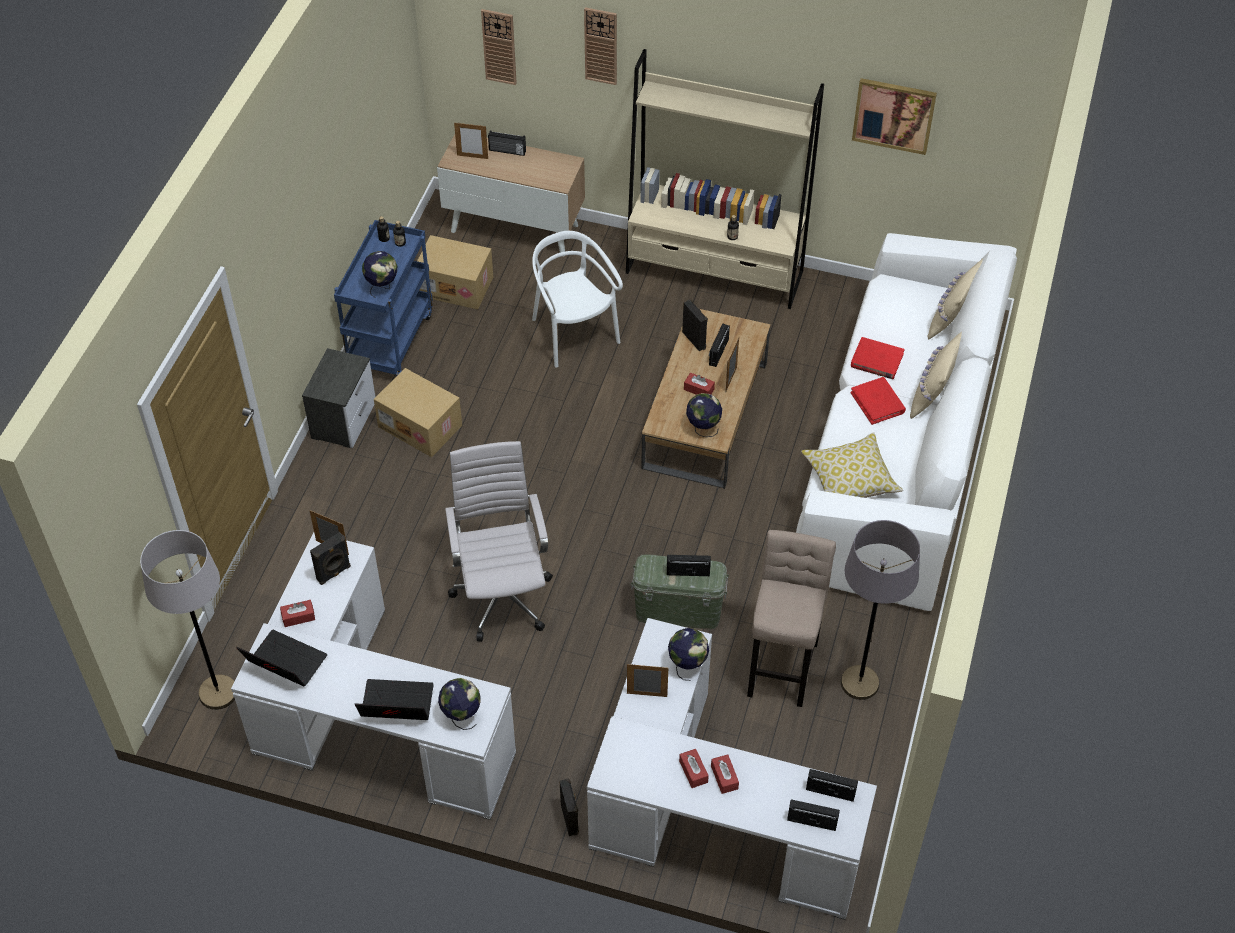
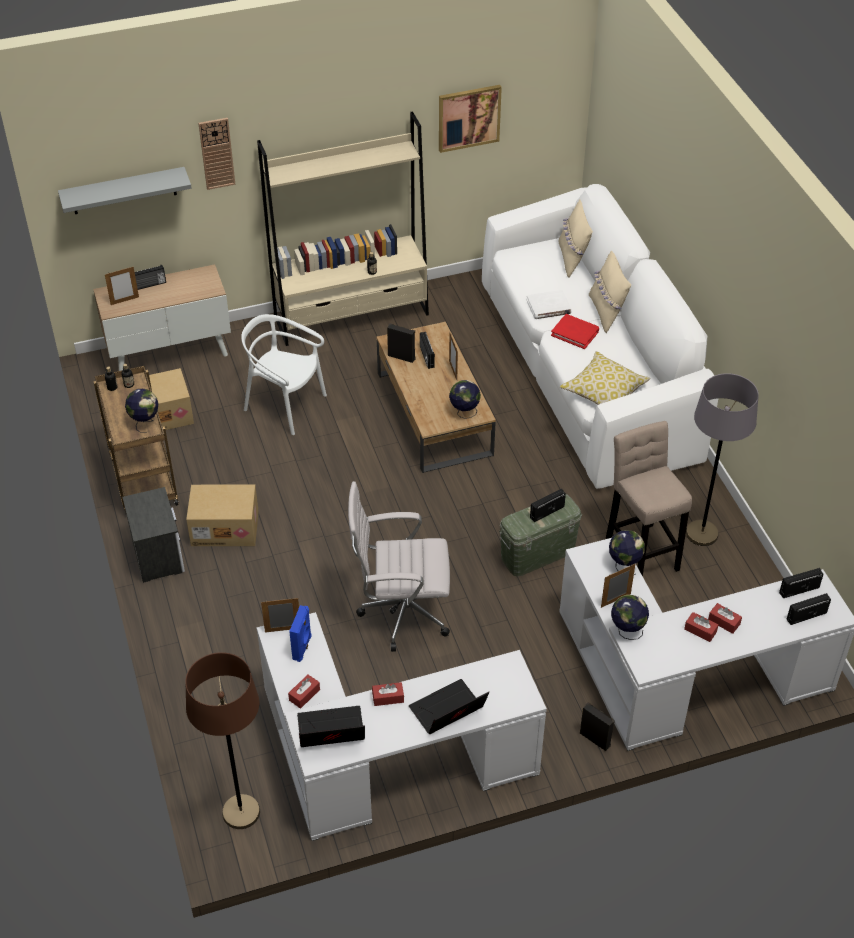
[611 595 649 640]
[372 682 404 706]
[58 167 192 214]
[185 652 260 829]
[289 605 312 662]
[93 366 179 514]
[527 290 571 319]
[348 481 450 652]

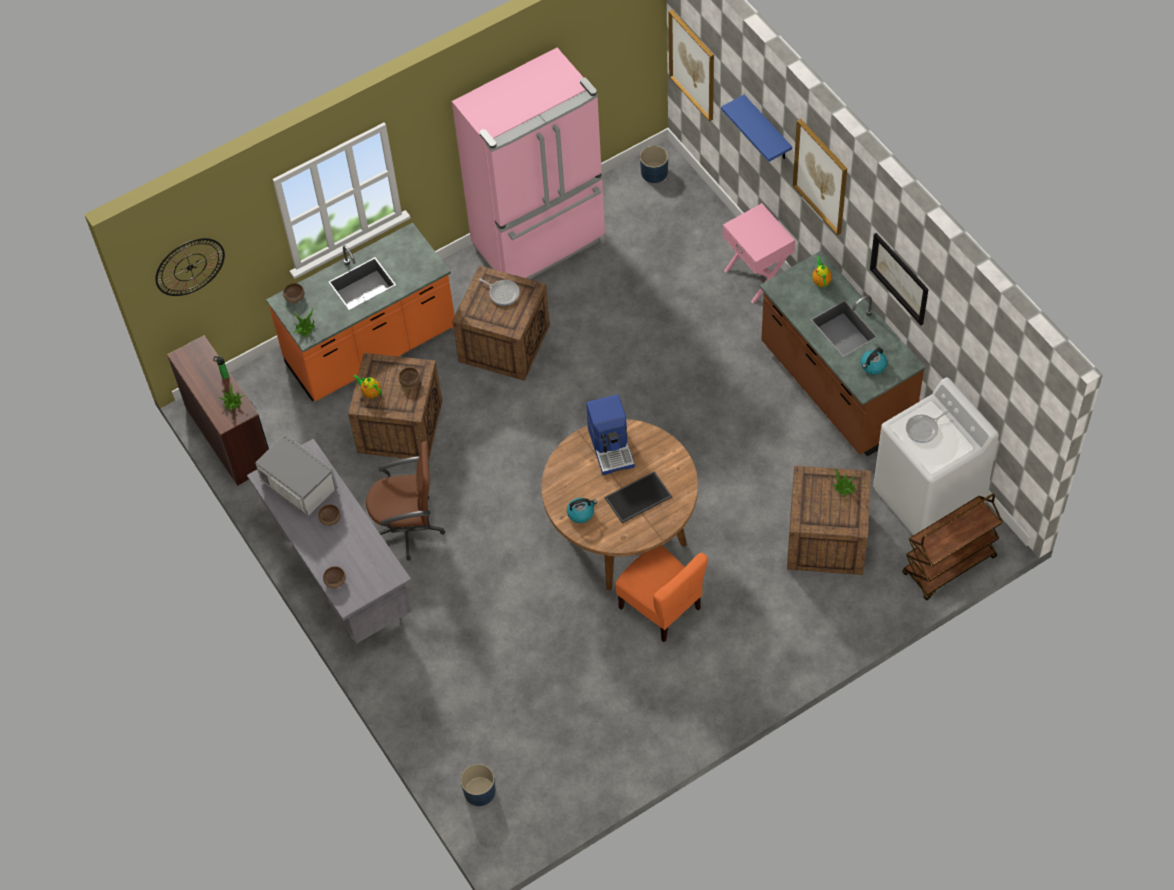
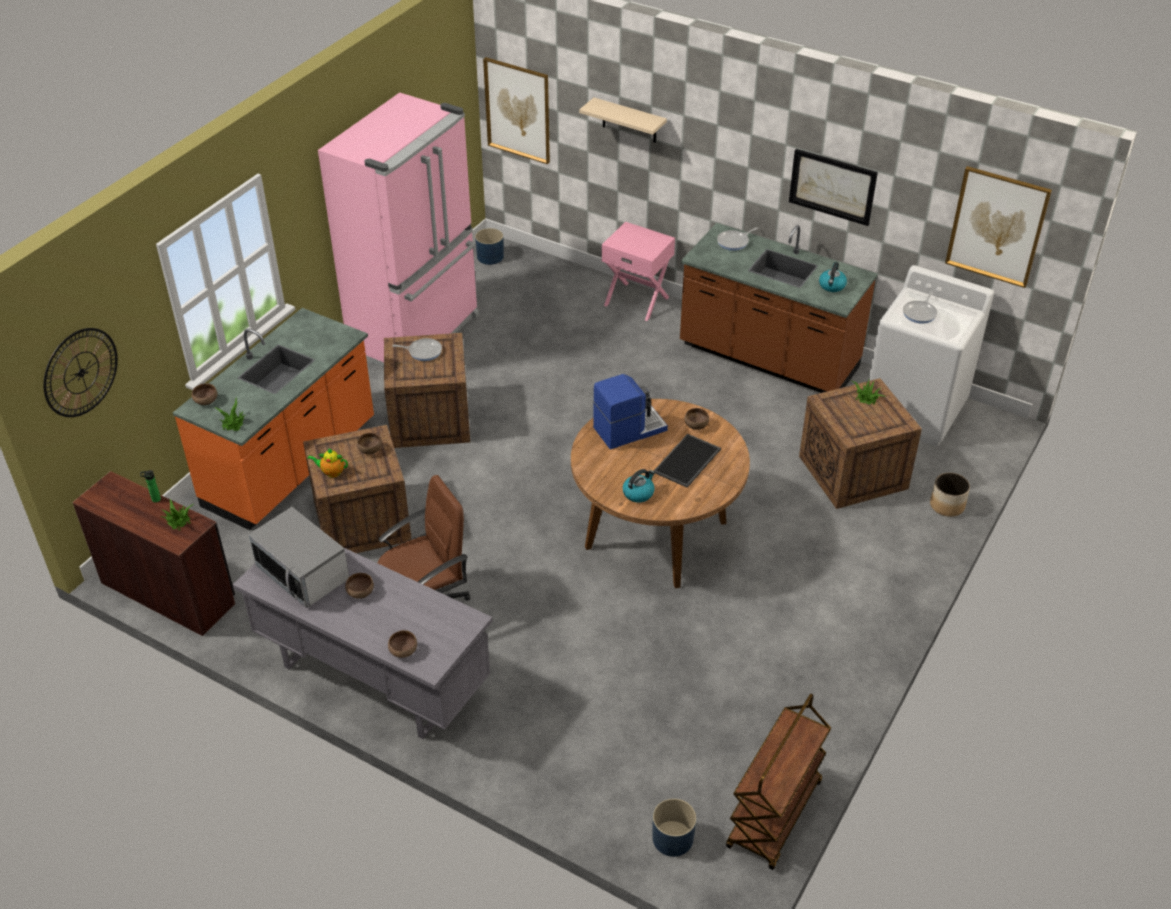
[616 545 708 642] (first image)
[684 408 709 430]
[930 472 970 517]
[945 166 1052 288]
[726 694 831 870]
[717 227 758 251]
[579 98 667 143]
[249 507 349 608]
[593 374 668 450]

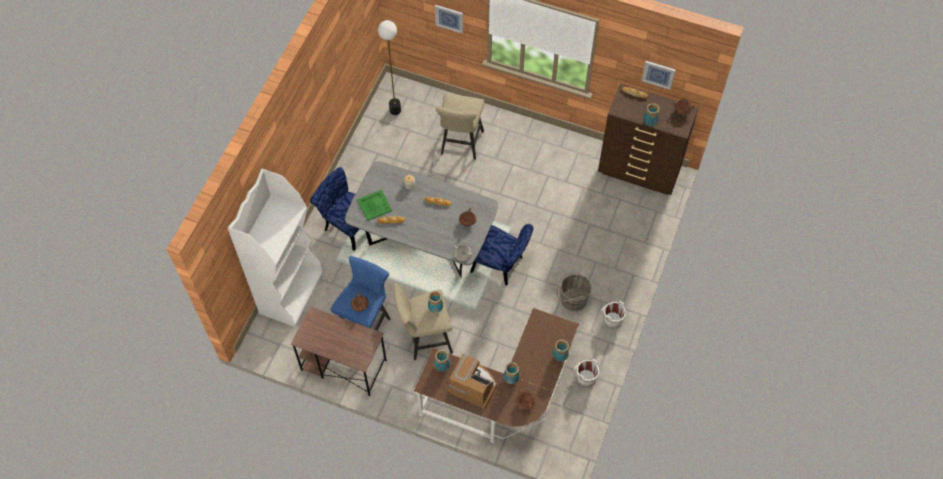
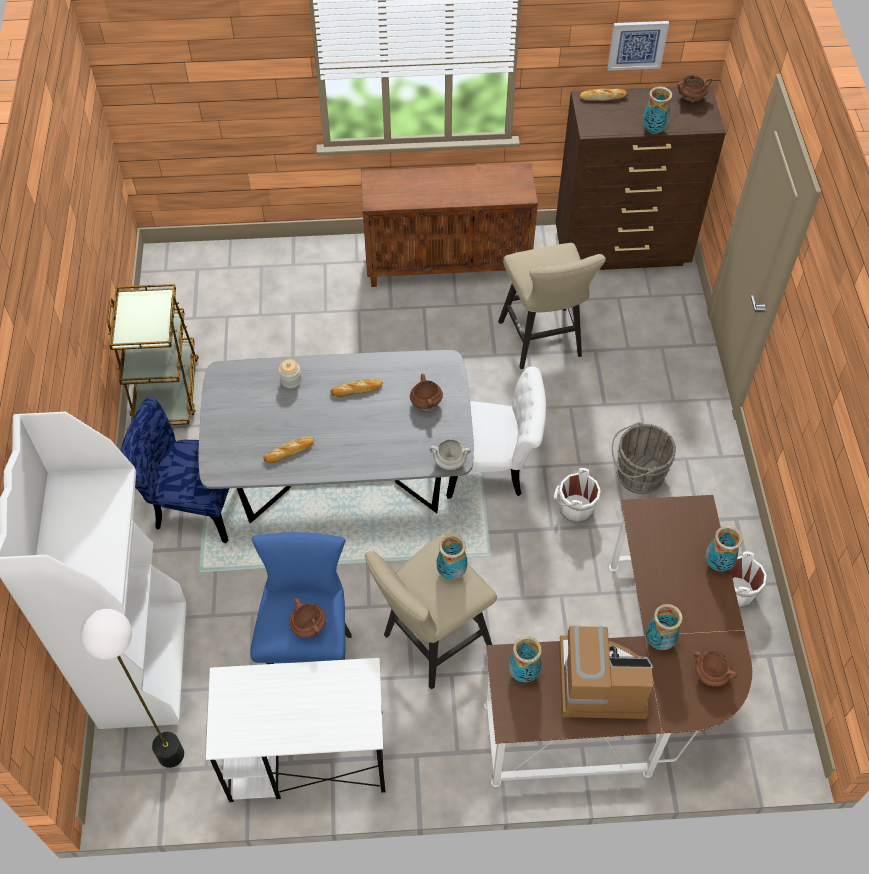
[357 190 392 221] (first image)
[435 5 463 34] (first image)
[107 284 199 425]
[361 163 538 287]
[80 609 184 768]
[498 243 606 369]
[554 468 601 524]
[206 658 386 802]
[446 366 546 499]

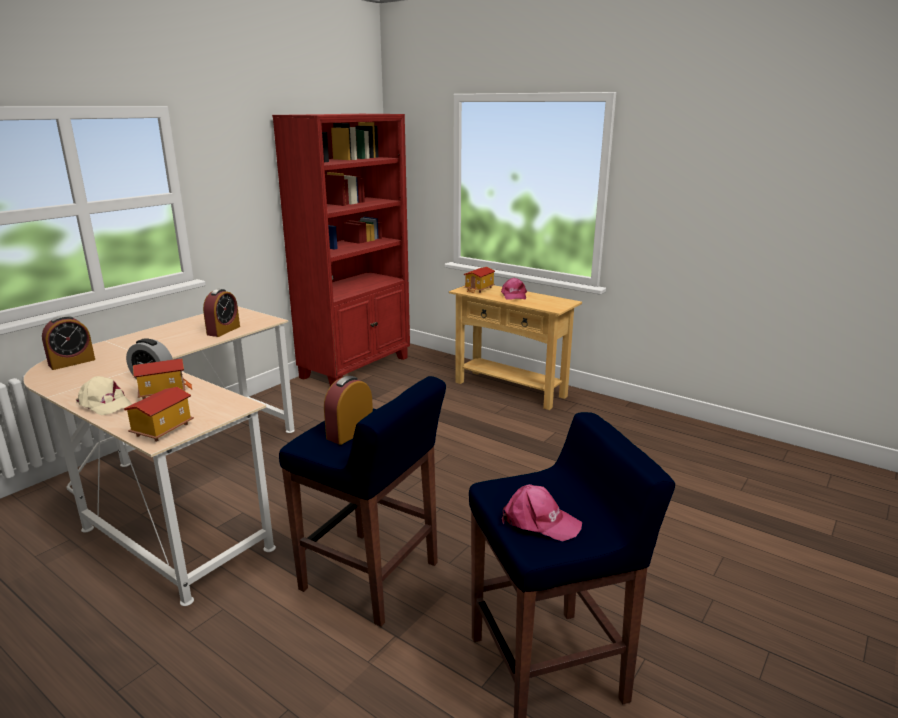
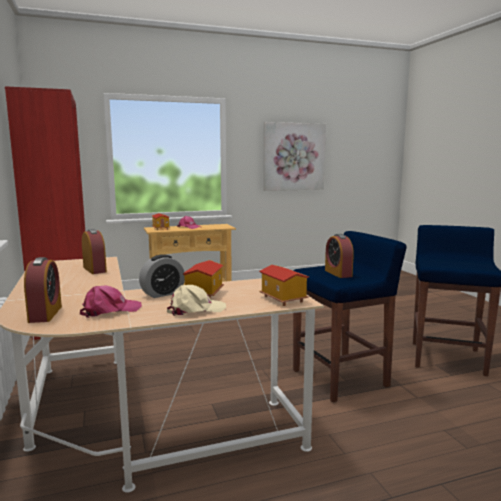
[263 122 326 191]
[80 285 142 318]

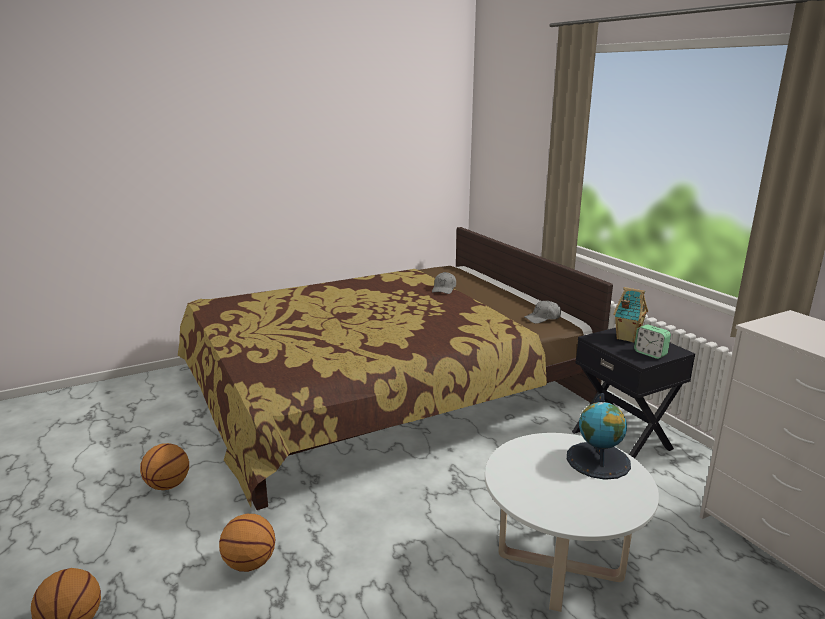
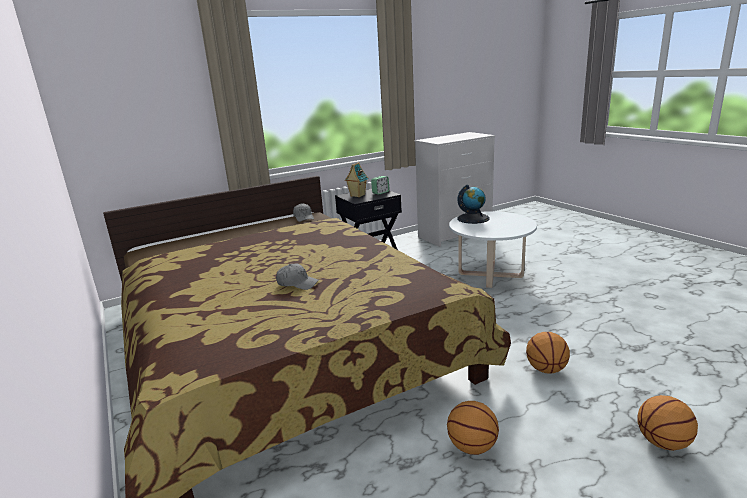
[276 264 319 290]

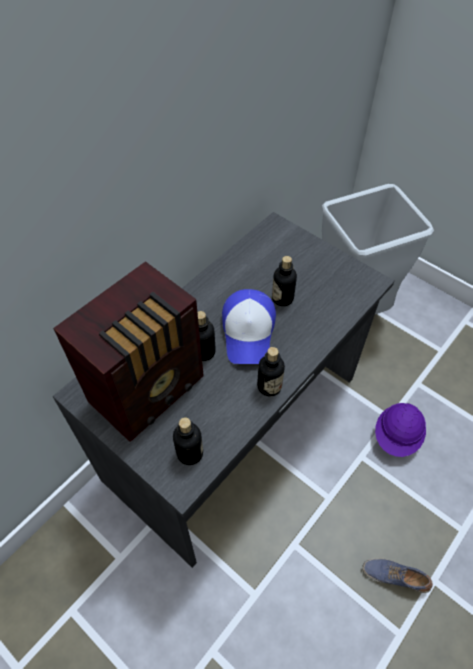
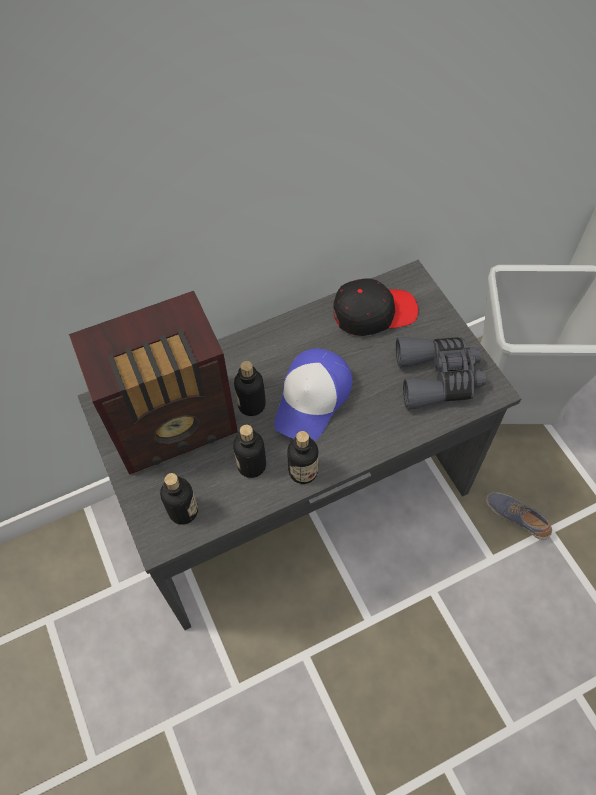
[375 403 426 457] (first image)
[333 278 418 336]
[396 337 486 410]
[233 425 266 478]
[485 492 552 540]

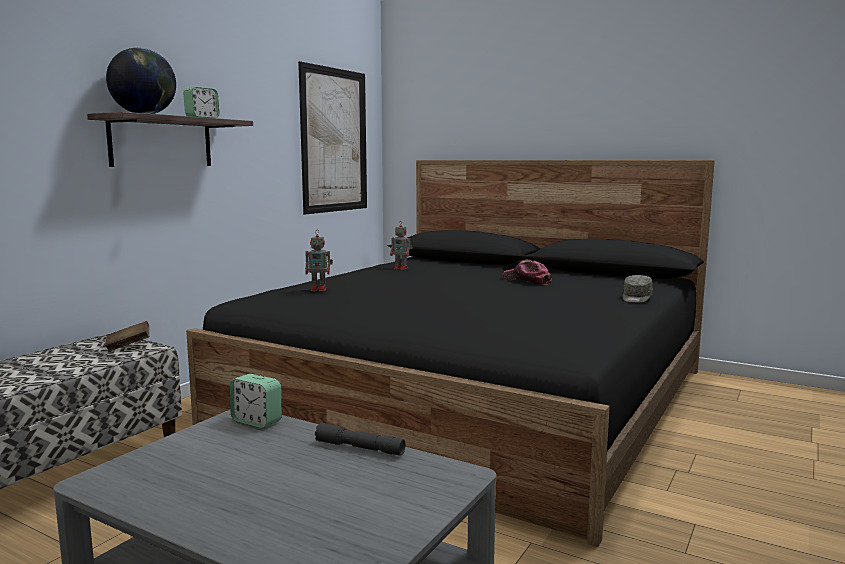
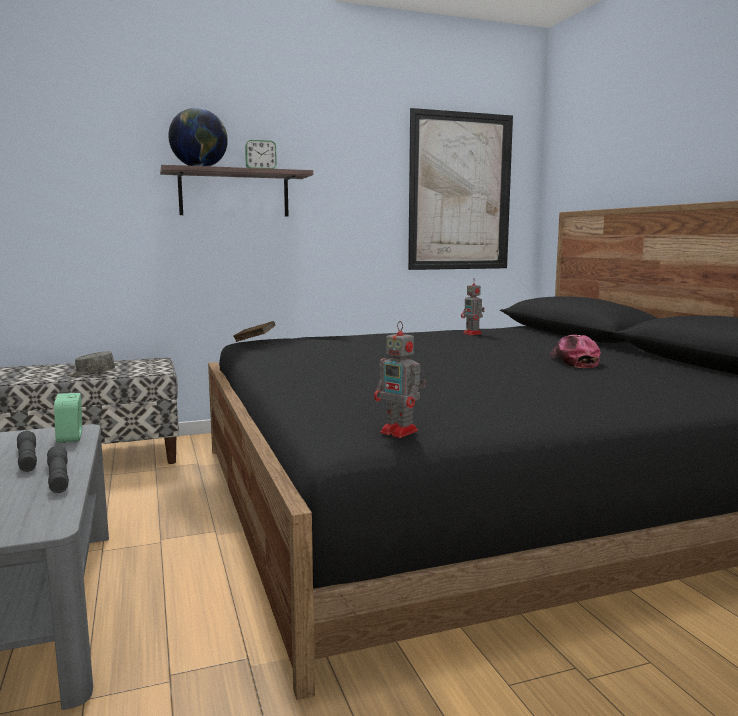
[17 431 37 472]
[233 321 275 342]
[374 321 426 438]
[67 351 115 376]

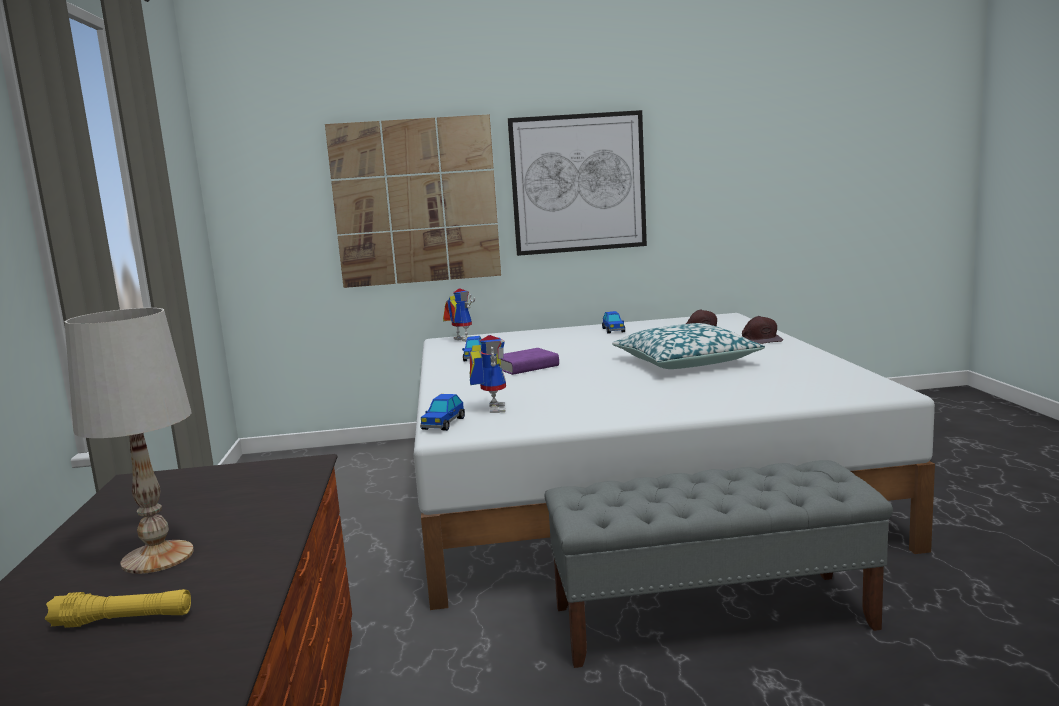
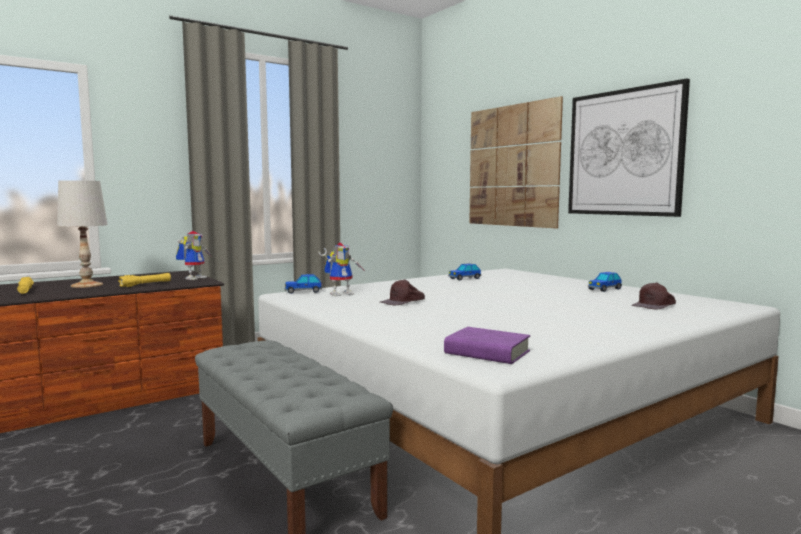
[612 323 765 369] (first image)
[118 273 171 287]
[176 231 212 280]
[444 327 530 364]
[380 279 425 305]

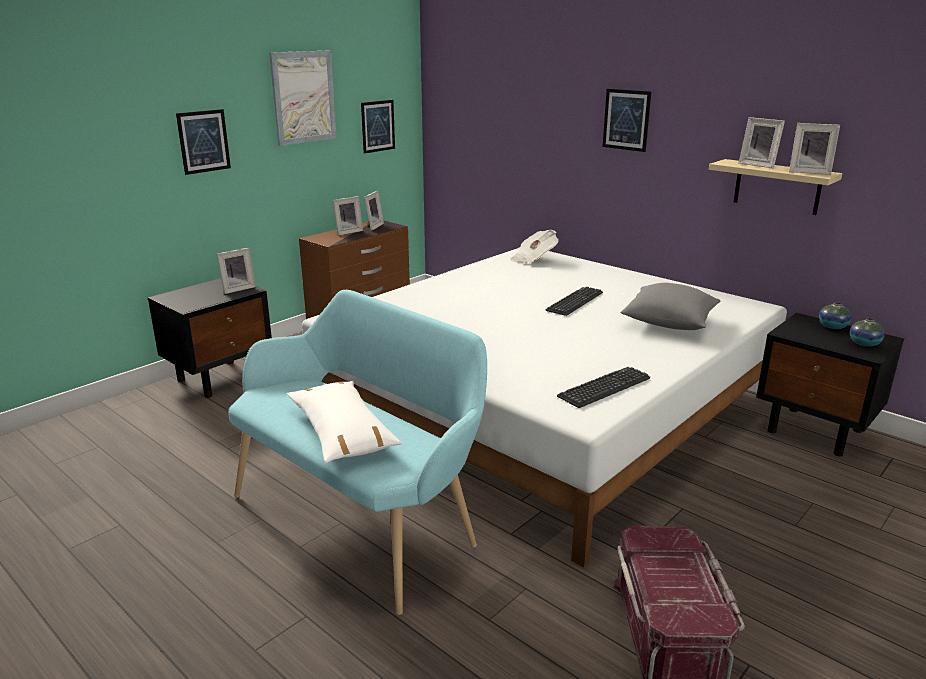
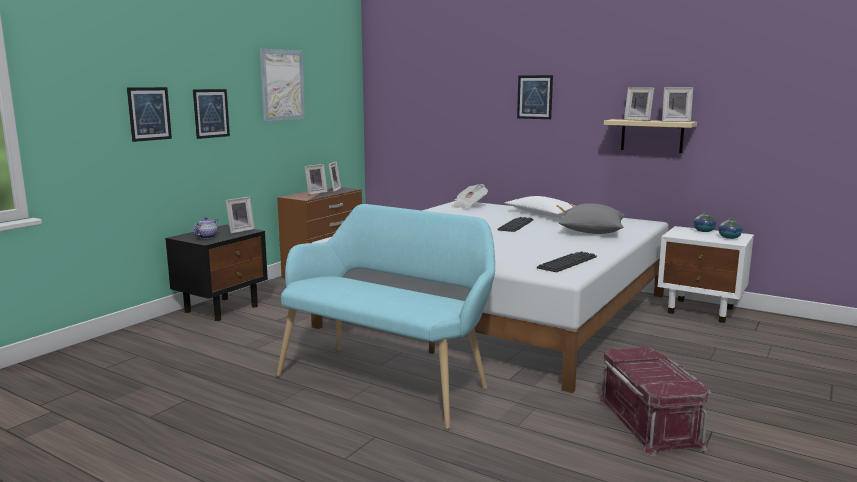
[193 217 219 239]
[505 196 575 217]
[127 87 172 142]
[658 226 754 323]

